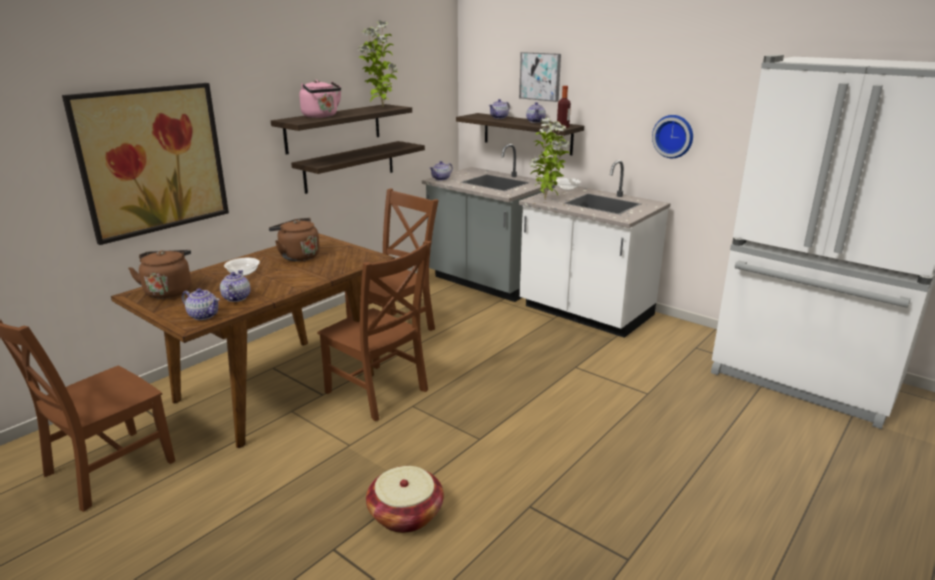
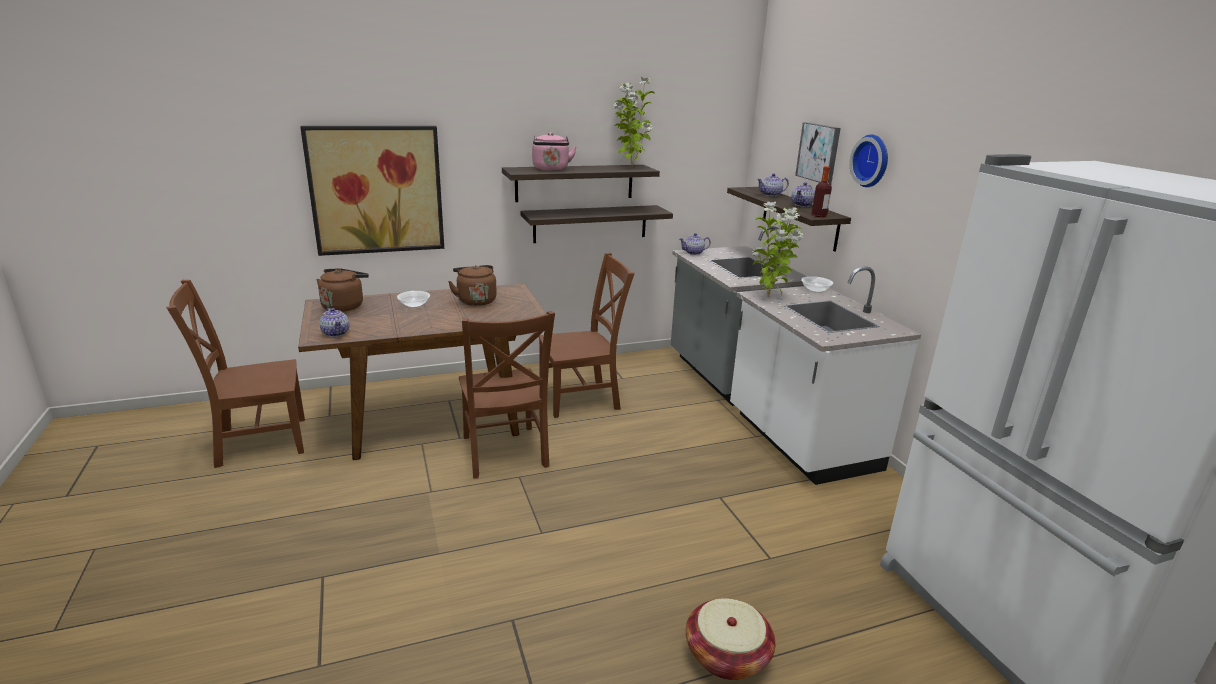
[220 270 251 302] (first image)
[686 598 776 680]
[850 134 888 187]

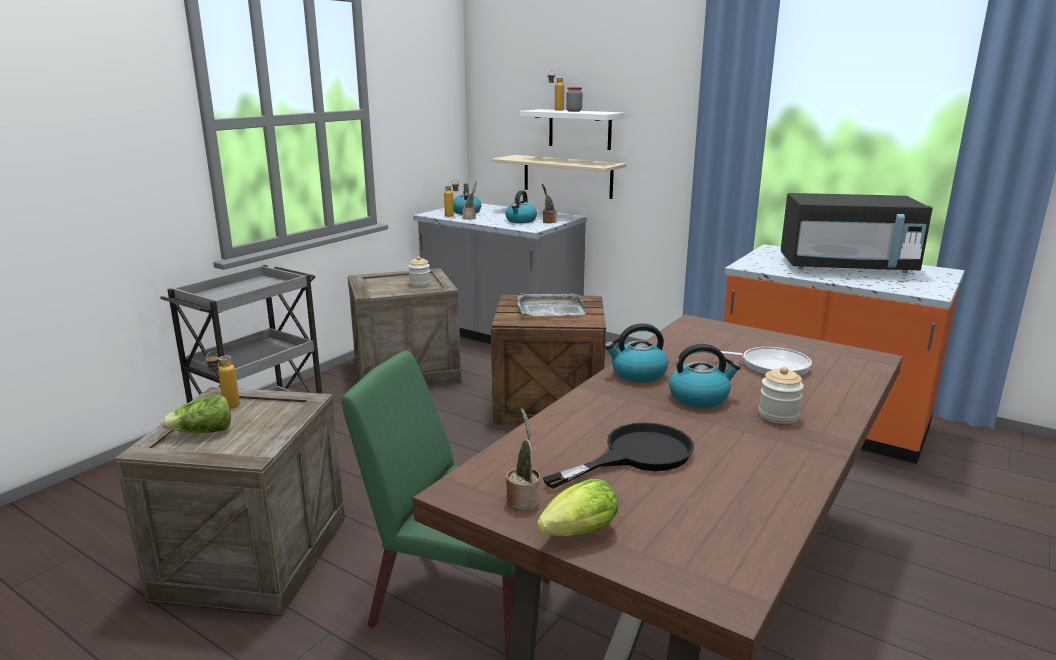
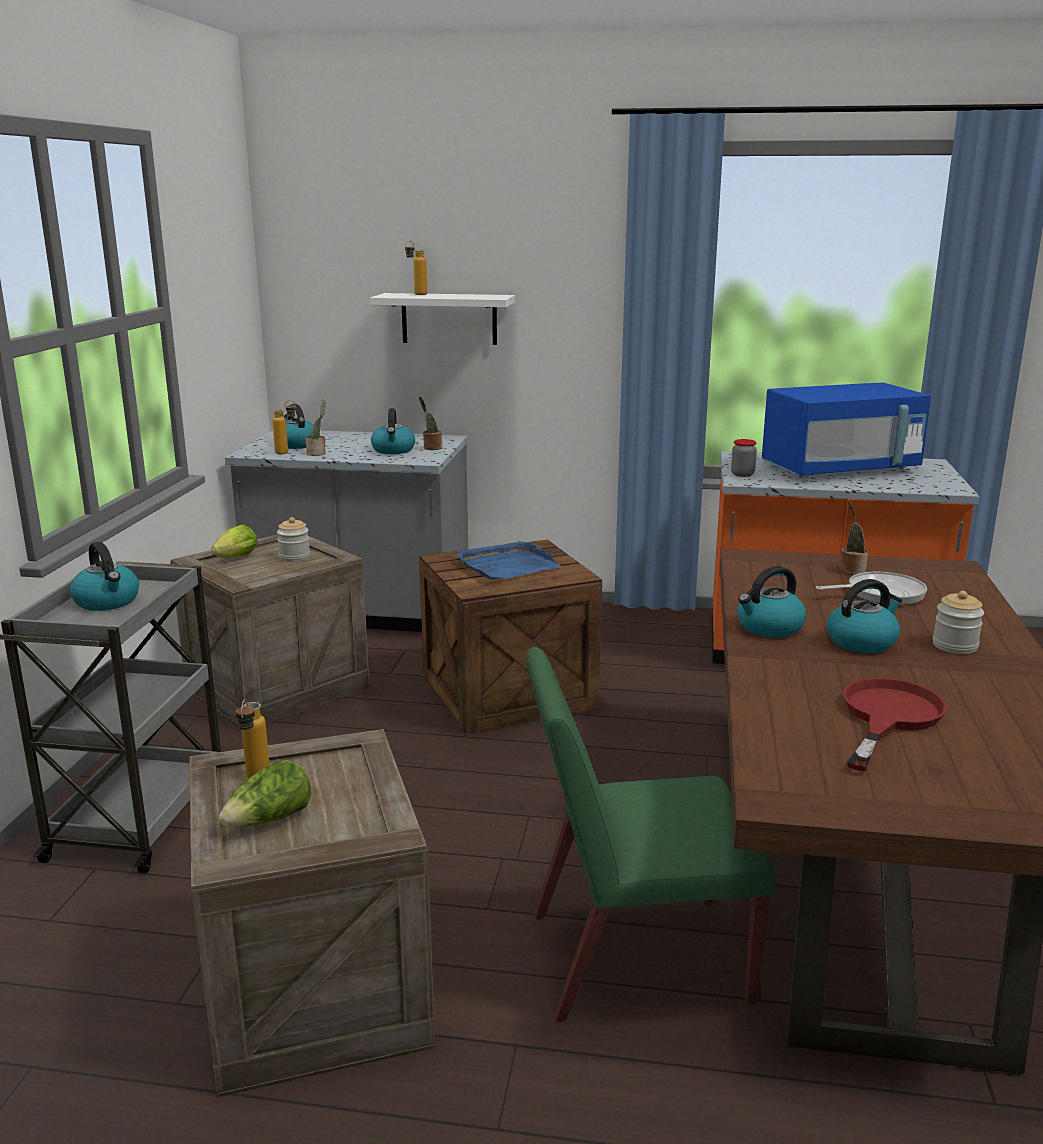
[491 155 626 199] (first image)
[70 542 139 611]
[840 501 868 575]
[211 524 257 558]
[731 439 757 477]
[456 541 561 580]
[843 678 947 772]
[762 383 931 478]

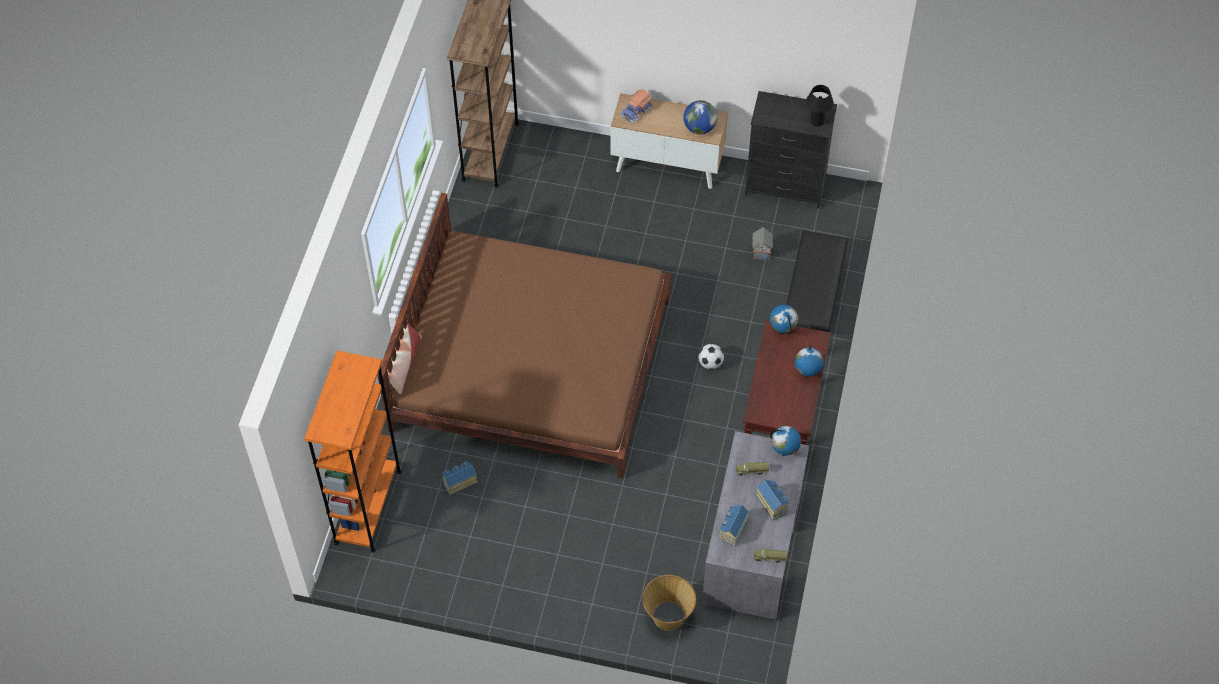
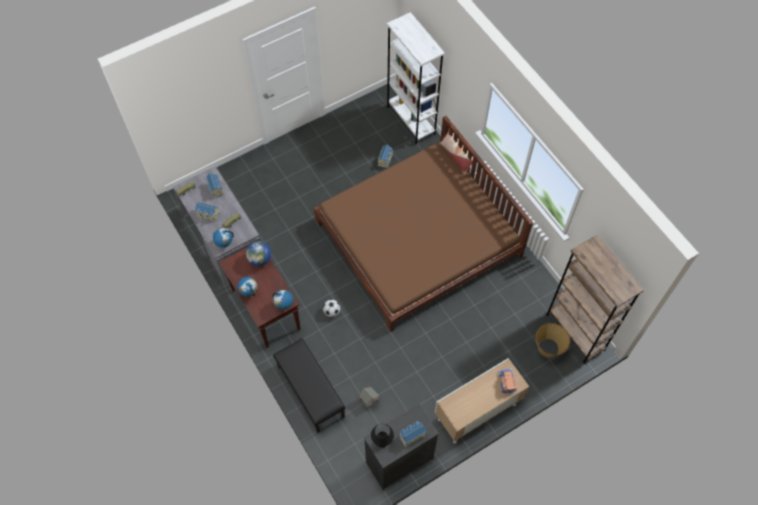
[399 421 426 448]
[535 323 570 358]
[246 241 271 266]
[387 12 445 144]

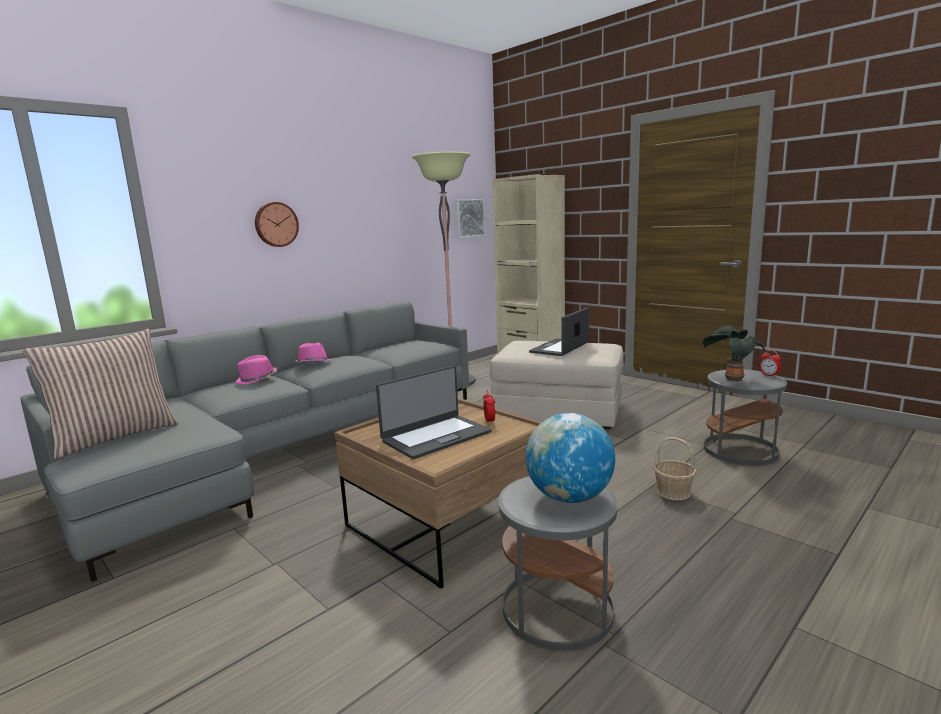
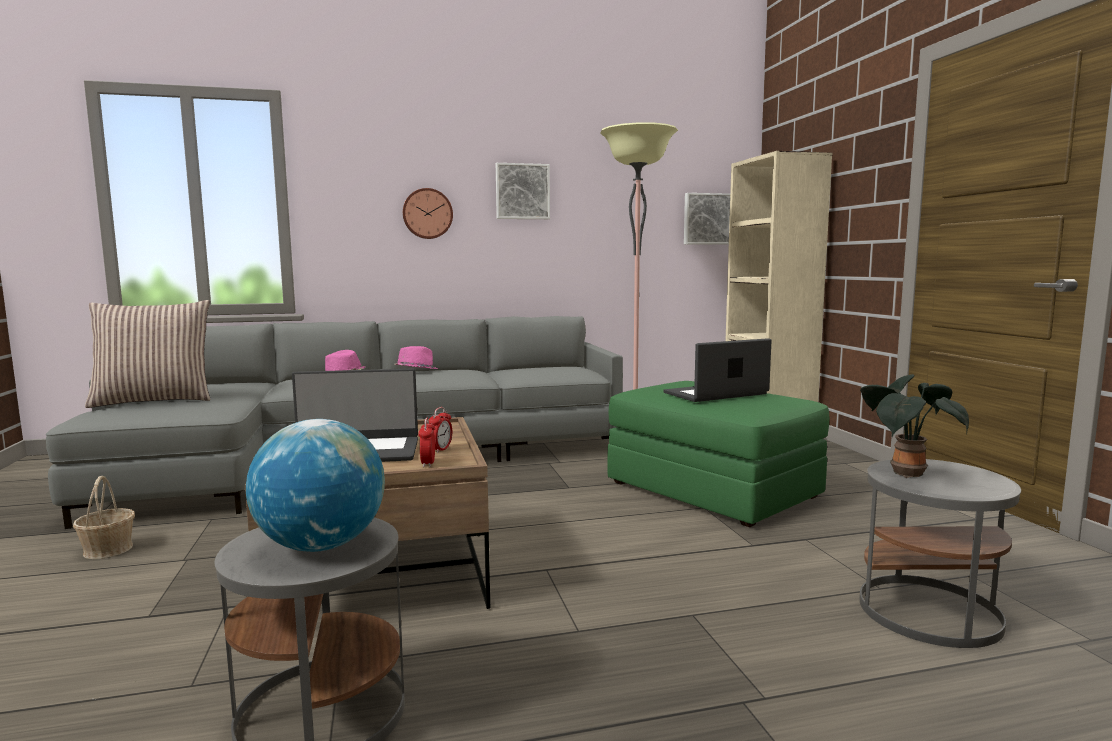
[496 163 550 219]
[73 476 135 559]
[418 417 435 467]
[607 381 829 527]

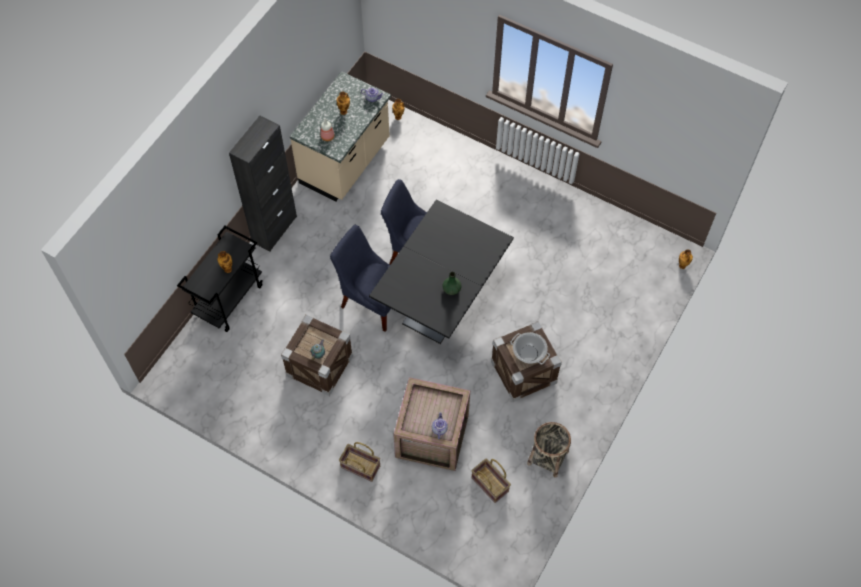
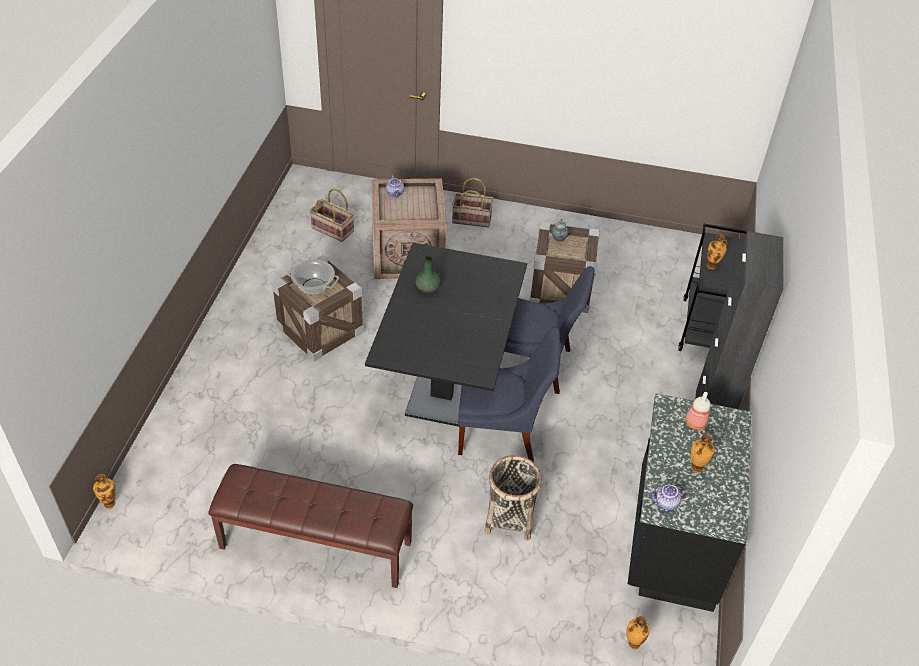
[208 464 413 588]
[485 455 542 541]
[628 393 751 612]

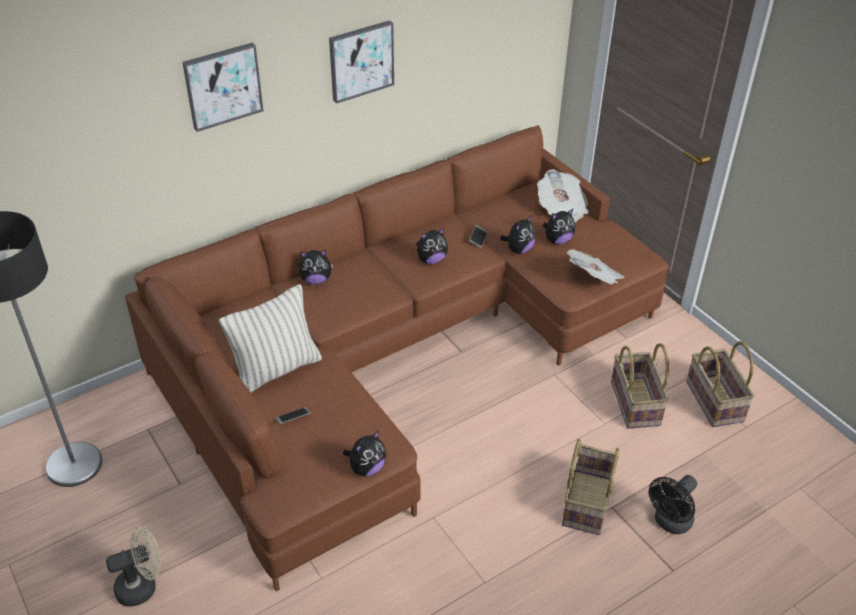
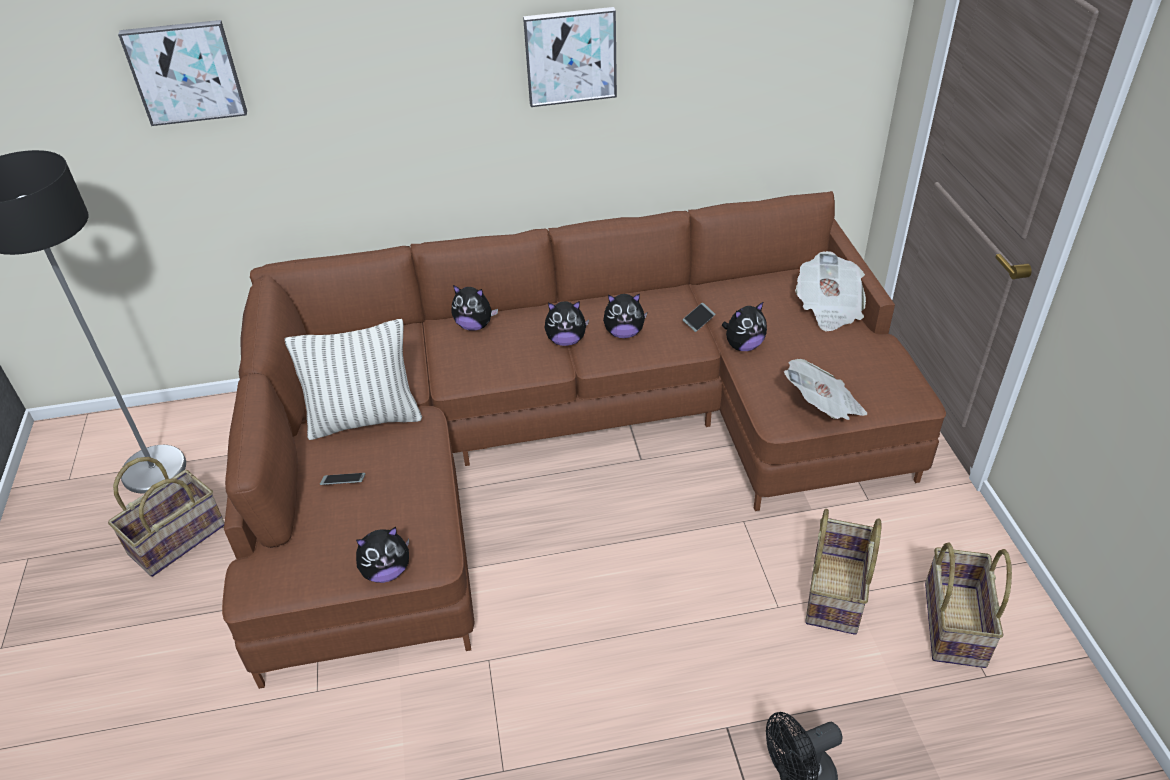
[106 526 161 607] (first image)
[118 20 247 126]
[545 301 589 346]
[108 457 225 577]

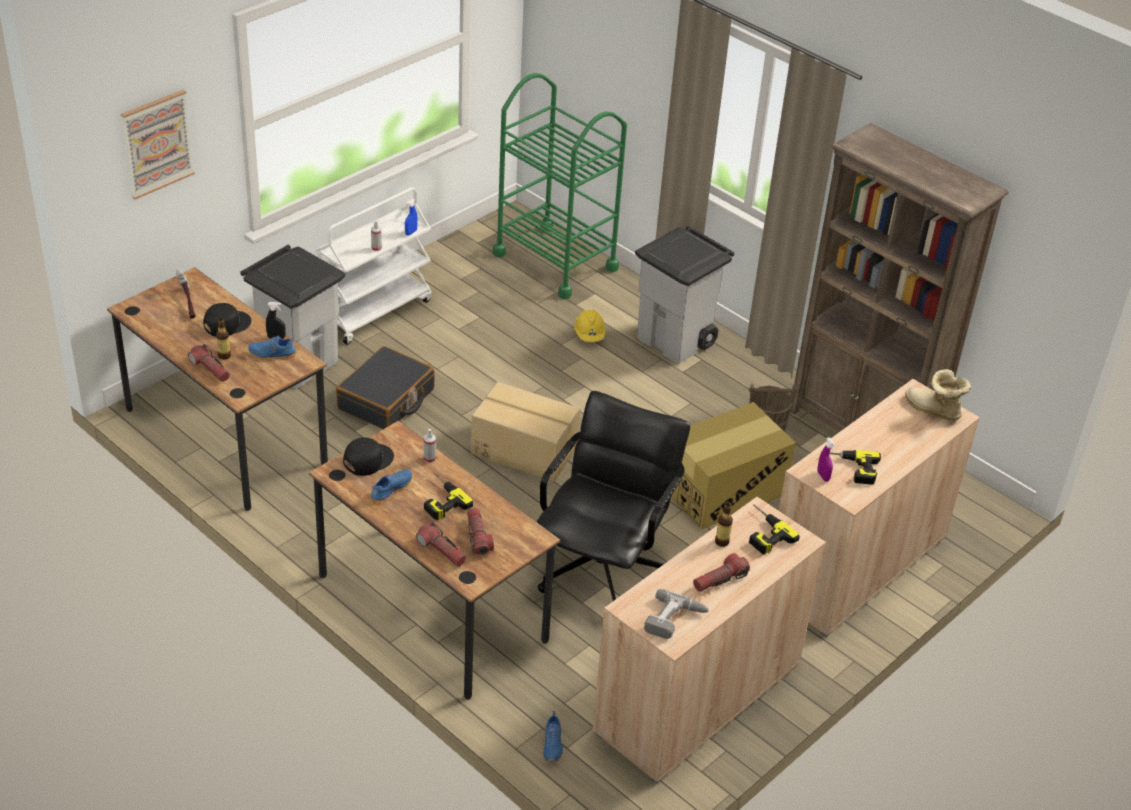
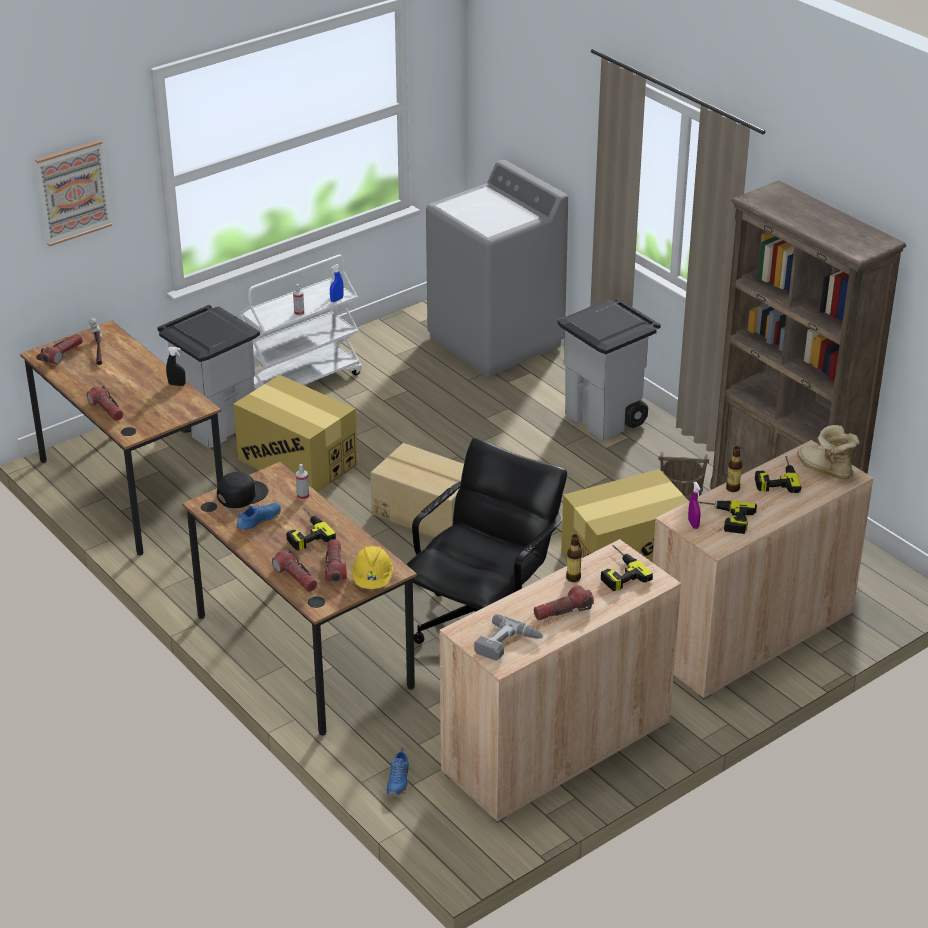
[203 303 252 336] (first image)
[248 336 297 360] (first image)
[40 334 83 364]
[755 456 802 493]
[726 446 742 492]
[352 546 393 589]
[233 375 358 492]
[426 160 568 376]

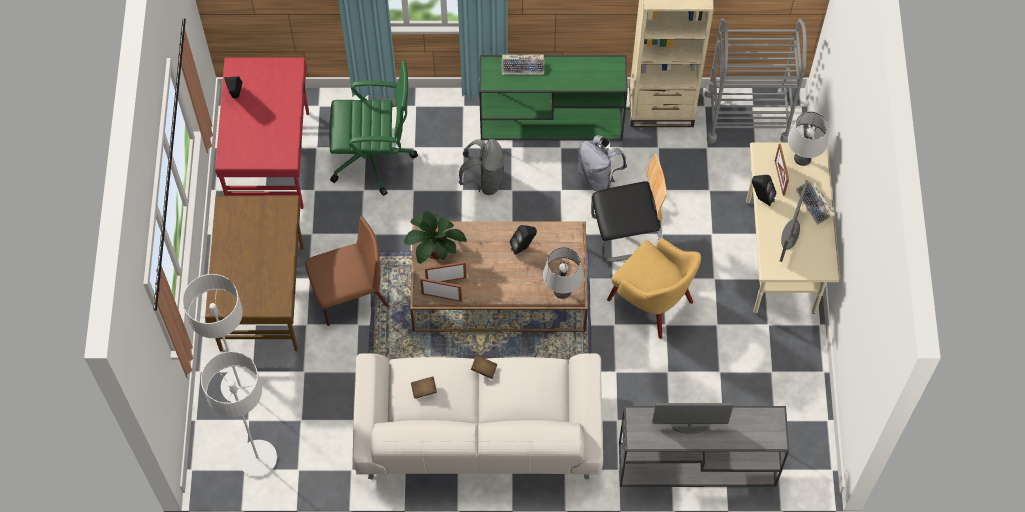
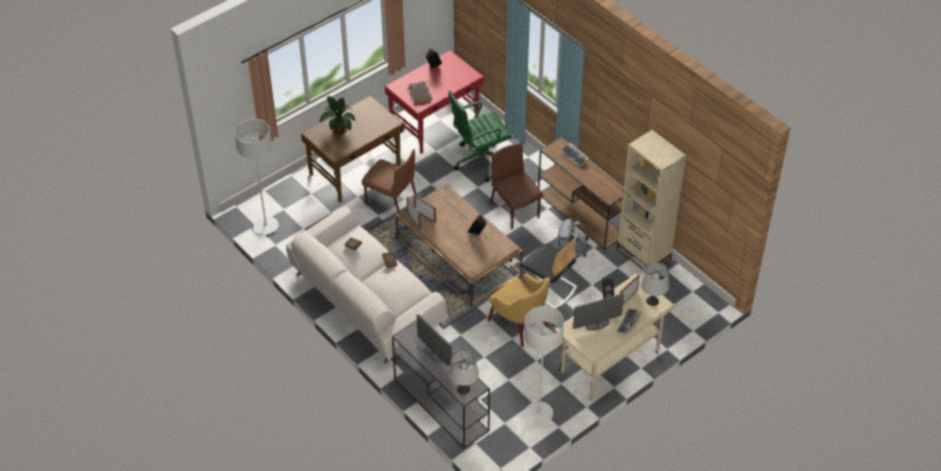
[704 18 807 144] (first image)
[408 81 432 104]
[524 306 564 424]
[319 96 355 135]
[449 350 479 395]
[490 143 543 229]
[538 137 624 250]
[448 90 512 182]
[488 273 550 347]

